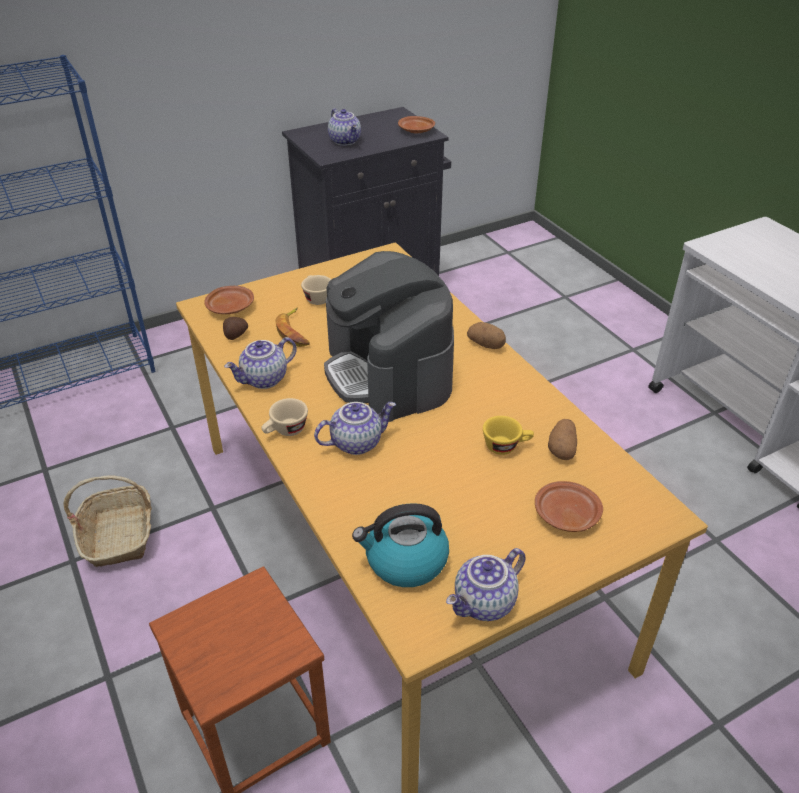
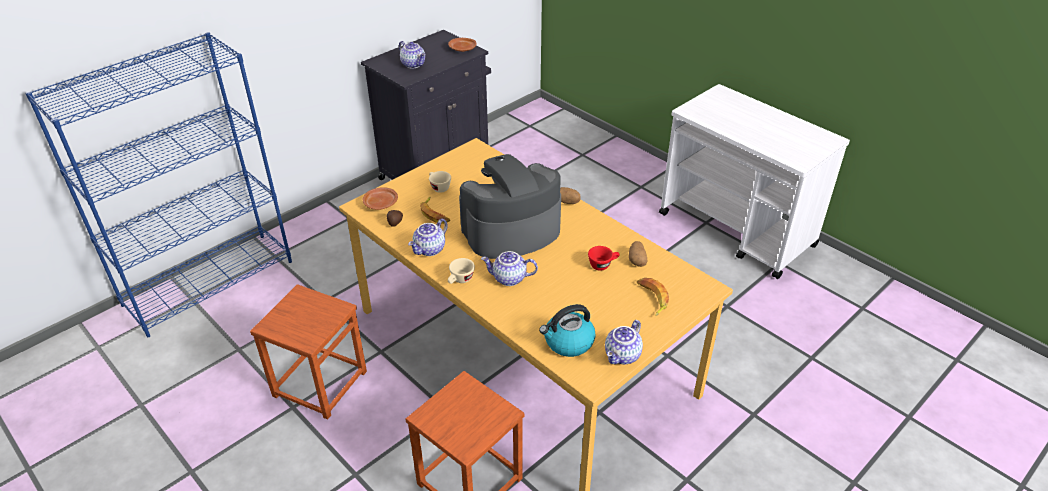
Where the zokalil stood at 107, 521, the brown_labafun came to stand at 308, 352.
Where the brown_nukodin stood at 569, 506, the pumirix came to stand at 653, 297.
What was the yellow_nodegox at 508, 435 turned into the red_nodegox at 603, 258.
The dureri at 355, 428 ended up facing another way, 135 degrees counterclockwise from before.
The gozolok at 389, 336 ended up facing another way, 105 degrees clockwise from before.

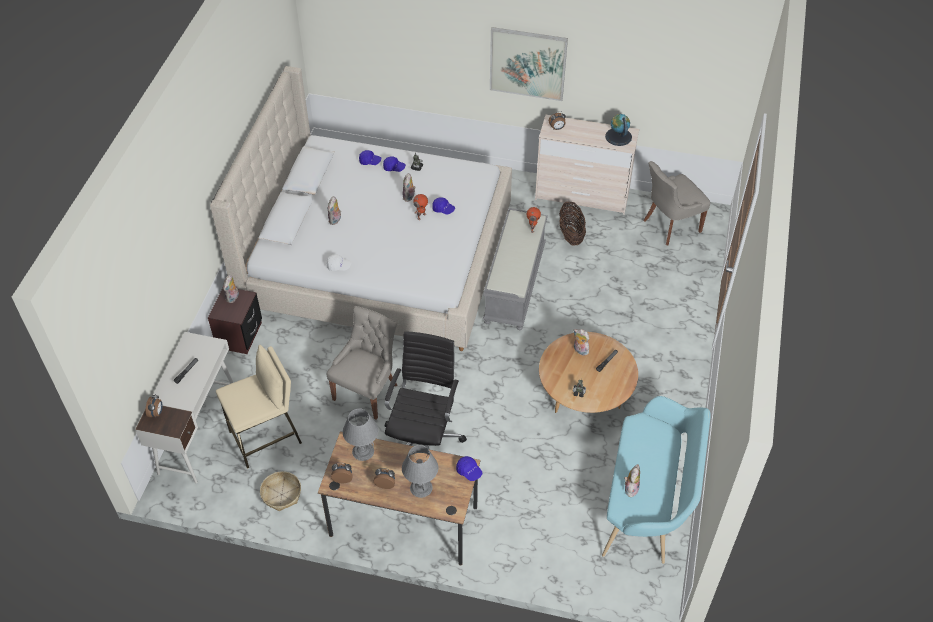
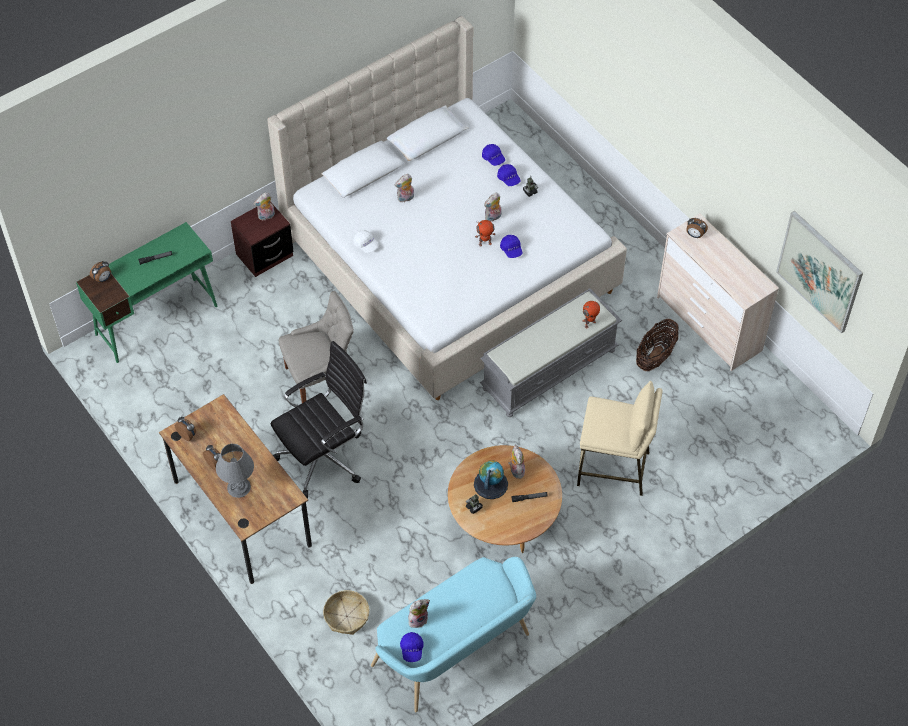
The second view lost the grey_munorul at 360, 435.
The second view lost the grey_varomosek at 677, 203.
The beige_labafun ended up elsewhere, having gone from 259, 407 to 620, 438.
The zokalil ended up elsewhere, having gone from 280, 491 to 346, 612.
The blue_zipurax ended up elsewhere, having gone from 469, 468 to 412, 647.
The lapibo ended up elsewhere, having gone from 529, 64 to 819, 272.
The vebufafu ended up elsewhere, having gone from 618, 130 to 491, 480.
What was the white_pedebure at 184, 407 turned into the green_pedebure at 146, 292.

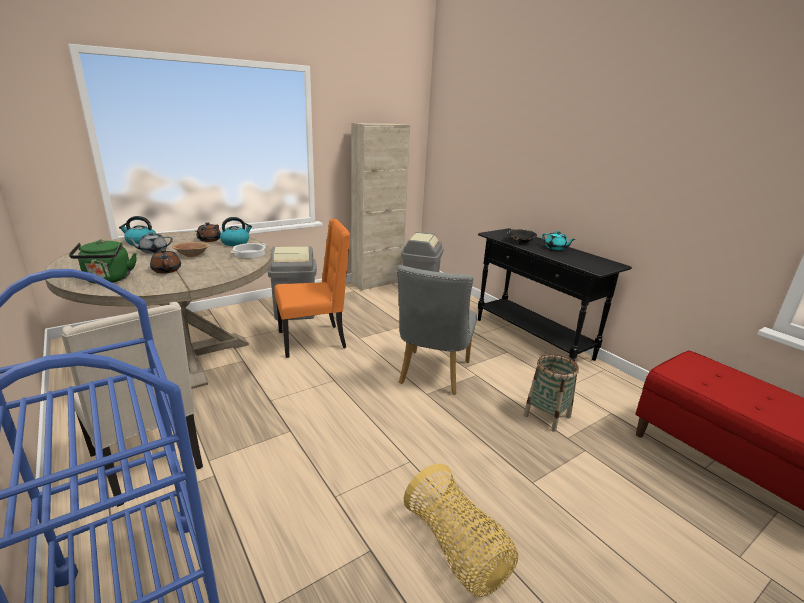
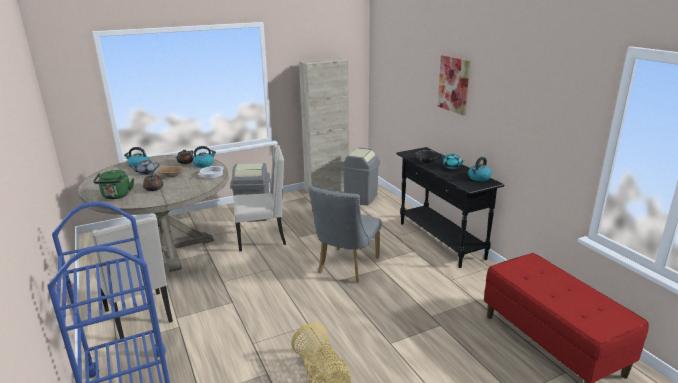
The second view lost the zokalil at 551, 393.
The second view gained the lapibo at 454, 85.
The second view gained the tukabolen at 480, 169.
What was the orange_varomosek at 312, 288 turned into the beige_varomosek at 260, 198.

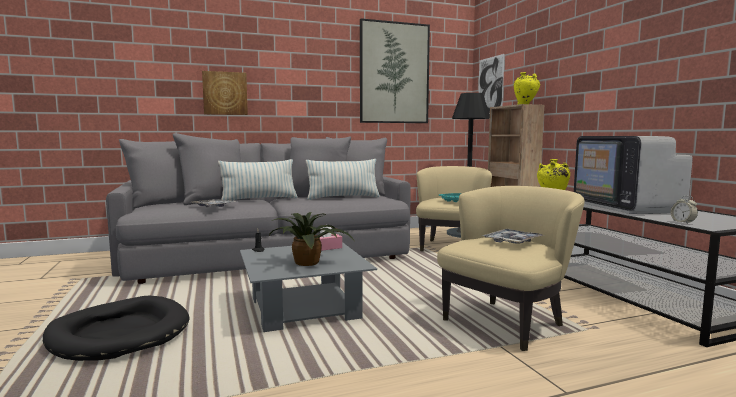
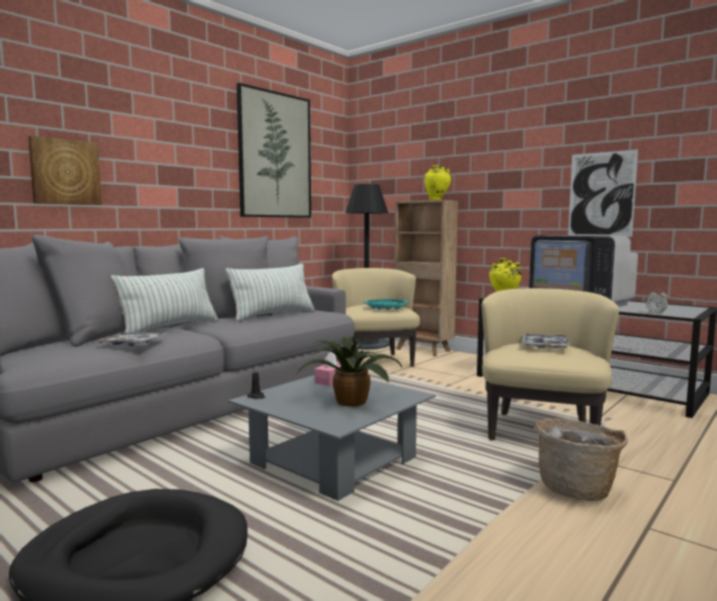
The second view gained the zokalil at 581, 460.
The lapibo ended up elsewhere, having gone from 491, 84 to 603, 193.

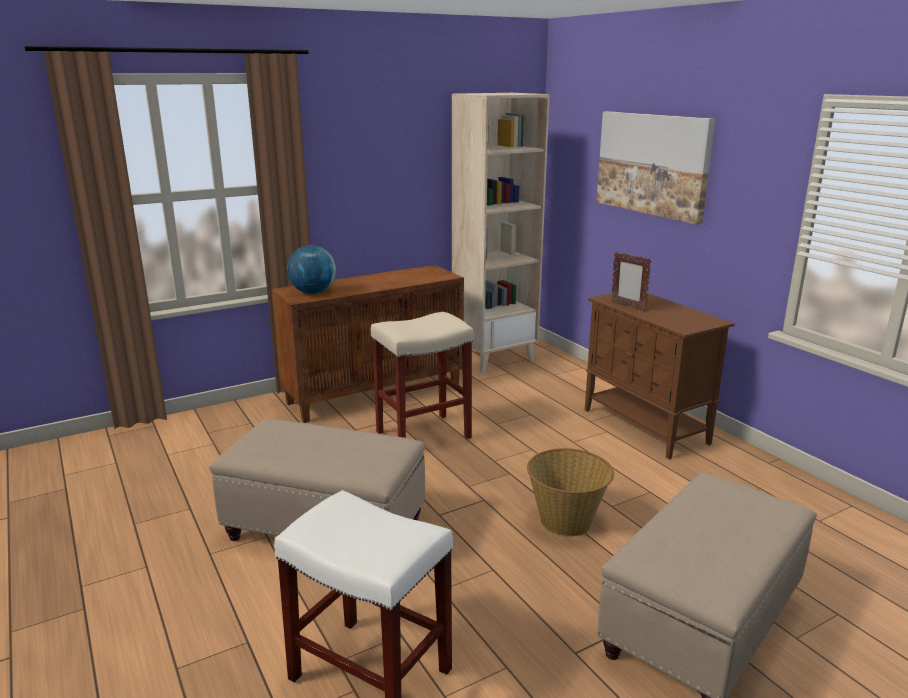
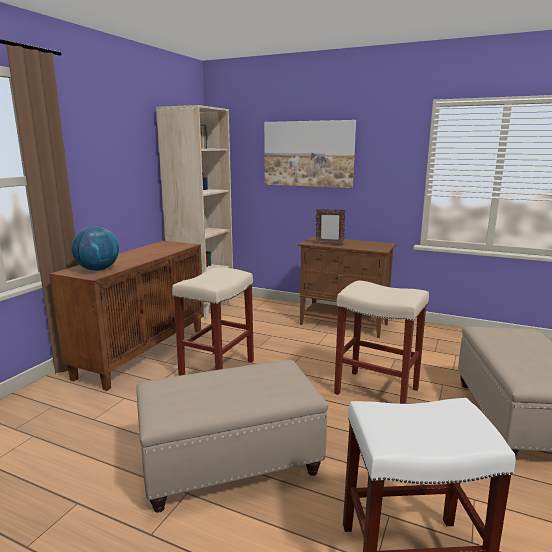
Where the zokalil stood at 570, 492, the beige_labafun came to stand at 381, 342.

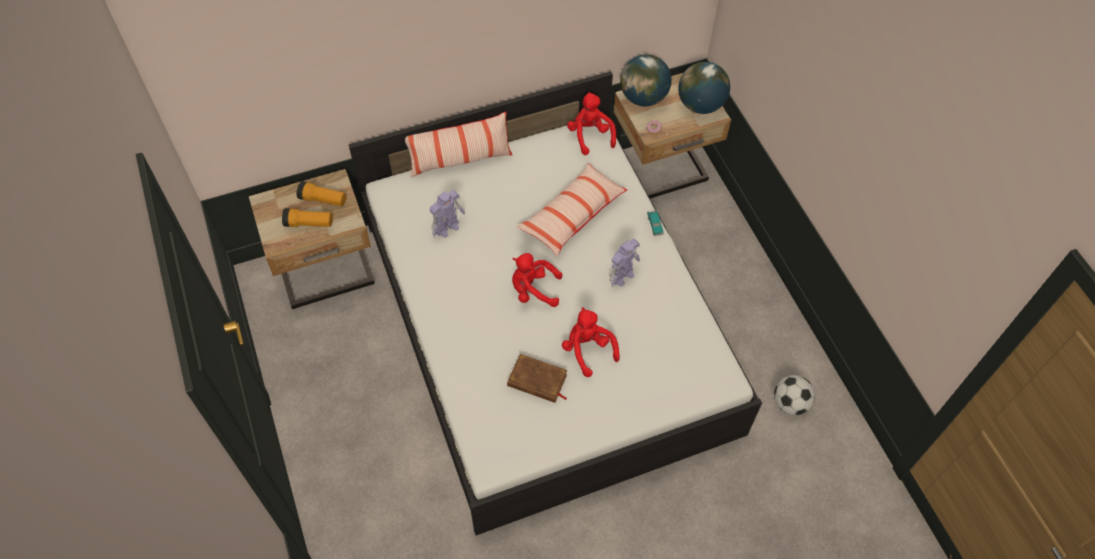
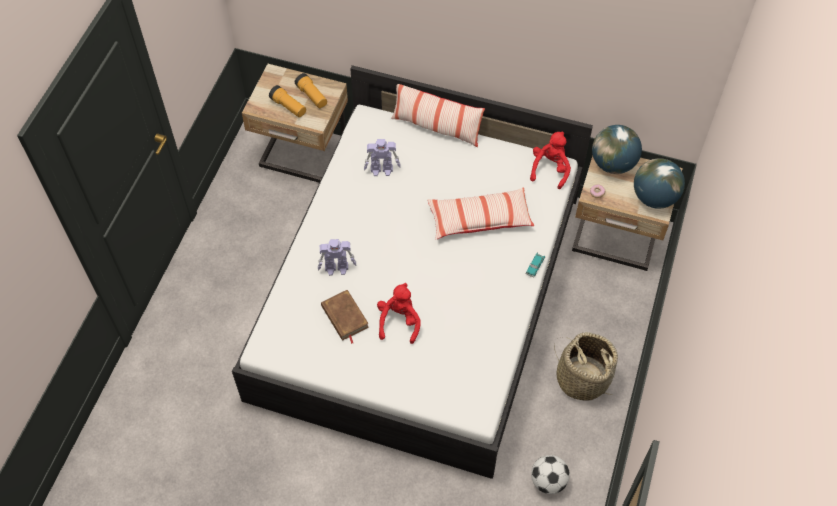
The second view lost the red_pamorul at 537, 280.
The second view gained the zokalil at 586, 366.
The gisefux ended up elsewhere, having gone from 625, 263 to 337, 257.

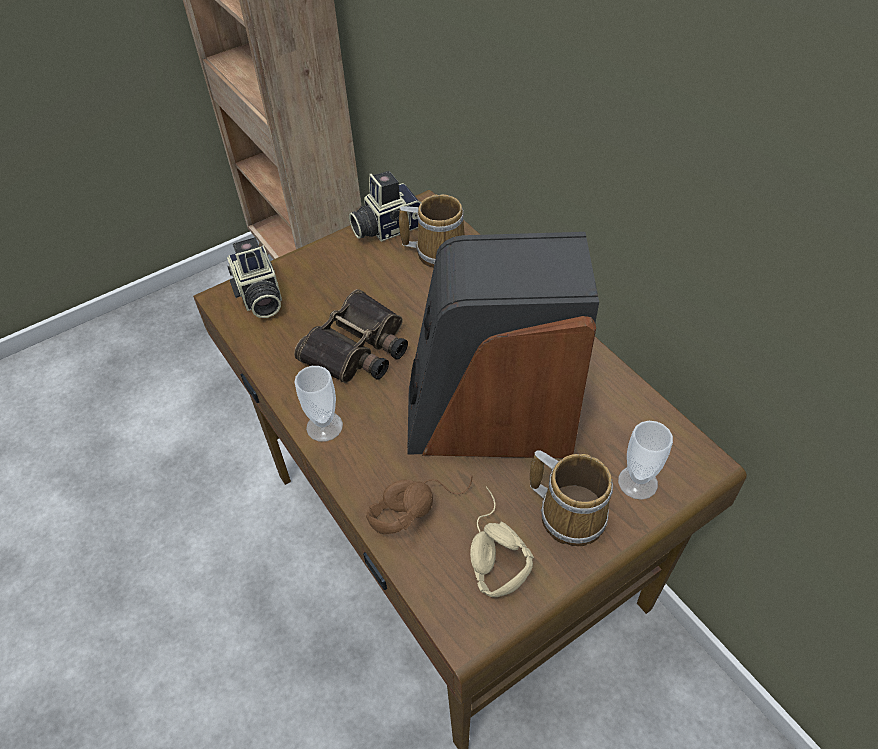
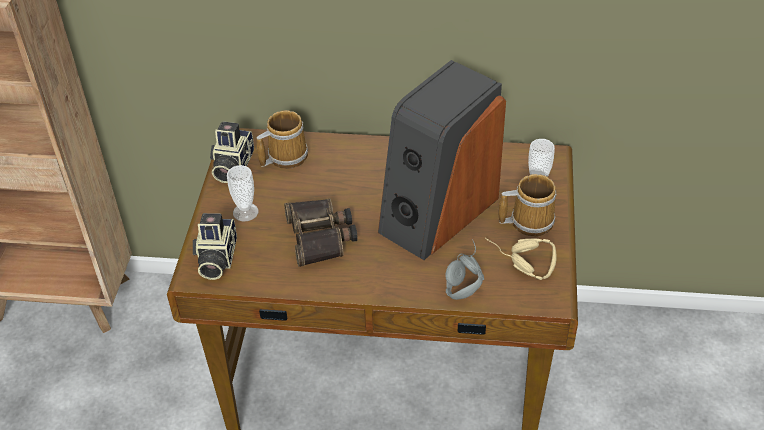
The nodegox ended up elsewhere, having gone from 318, 404 to 243, 193.
What was the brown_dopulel at 419, 504 turned into the grey_dopulel at 464, 269.
The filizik at 254, 277 ended up facing another way, 75 degrees clockwise from before.

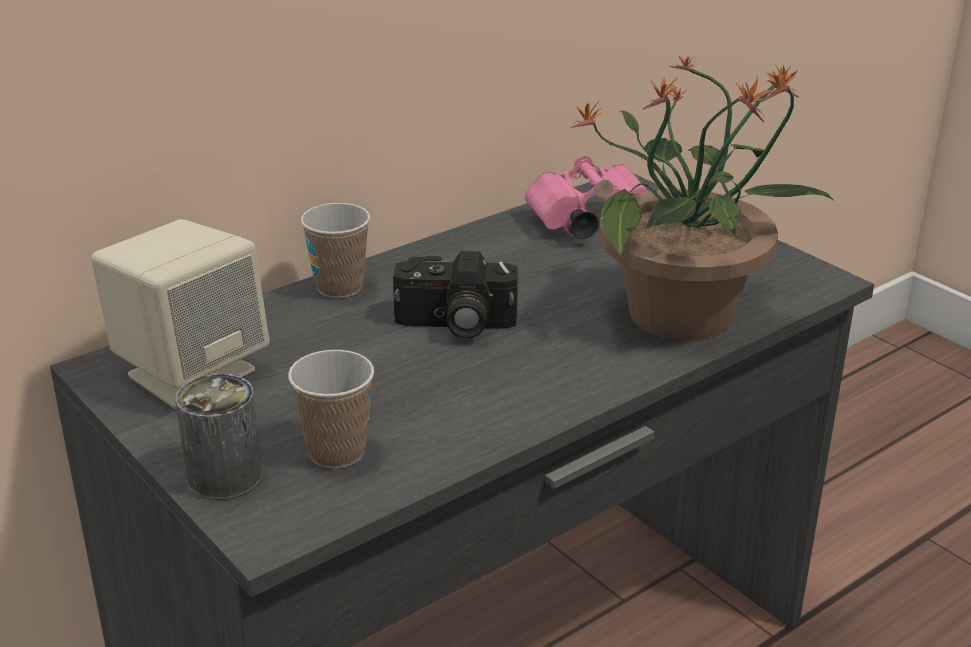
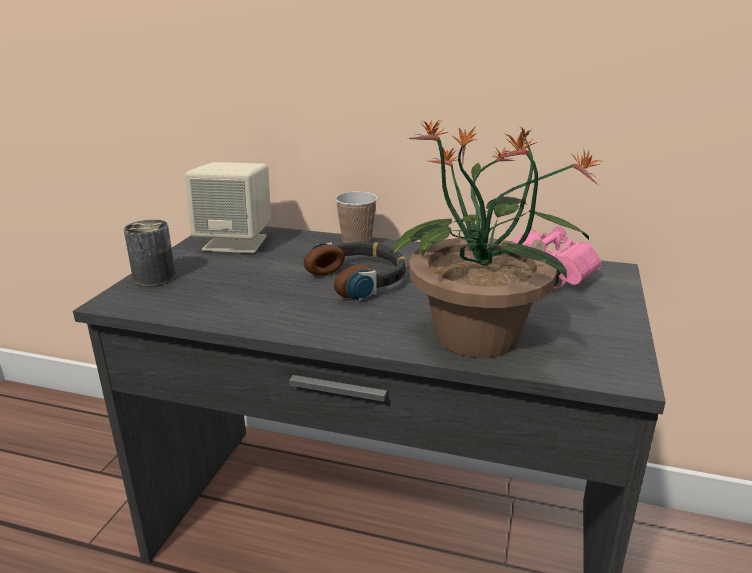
The second view lost the nodegox at 331, 409.
Where the filizik stood at 455, 295, the dopulel came to stand at 355, 271.

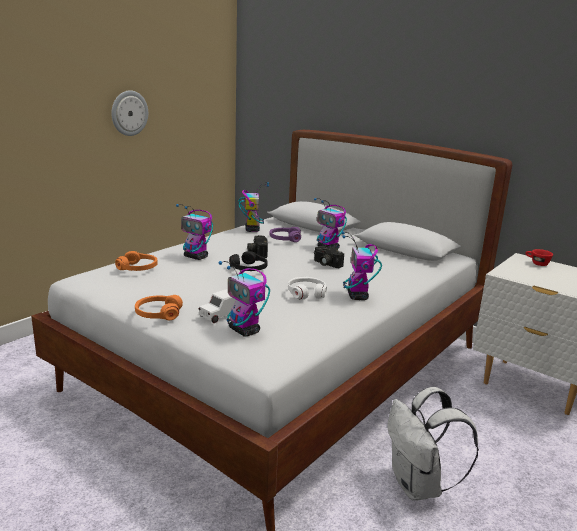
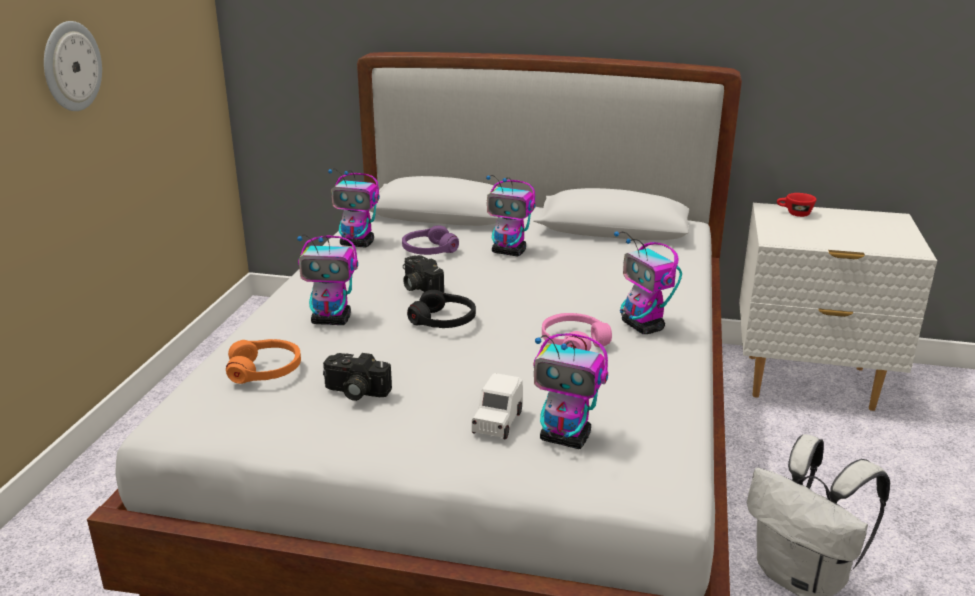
The second view lost the orange_dopulel at 159, 307.
The filizik ended up elsewhere, having gone from 329, 257 to 357, 377.
What was the white_dopulel at 307, 288 turned into the pink_dopulel at 577, 332.
The gisefux at 254, 207 ended up facing another way, 135 degrees clockwise from before.

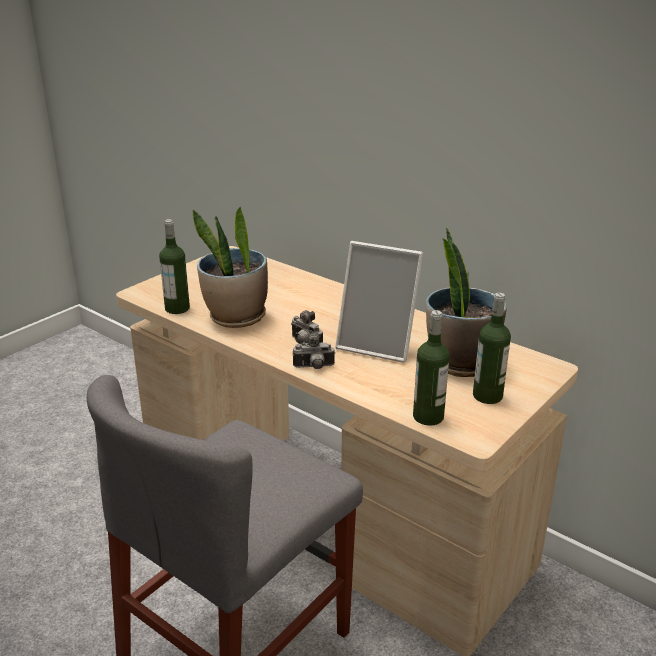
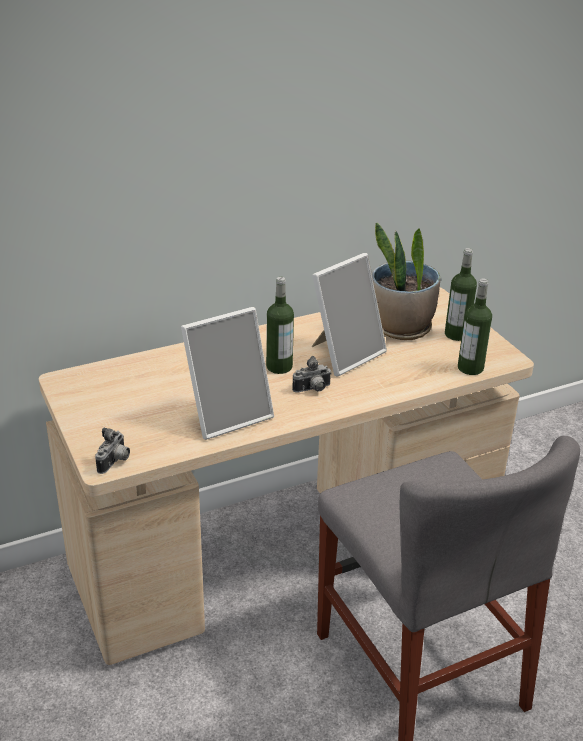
The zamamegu ended up elsewhere, having gone from 174, 266 to 280, 325.
The filizik ended up elsewhere, having gone from 314, 350 to 112, 450.
Where the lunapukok stood at 230, 267, the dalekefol came to stand at 227, 373.

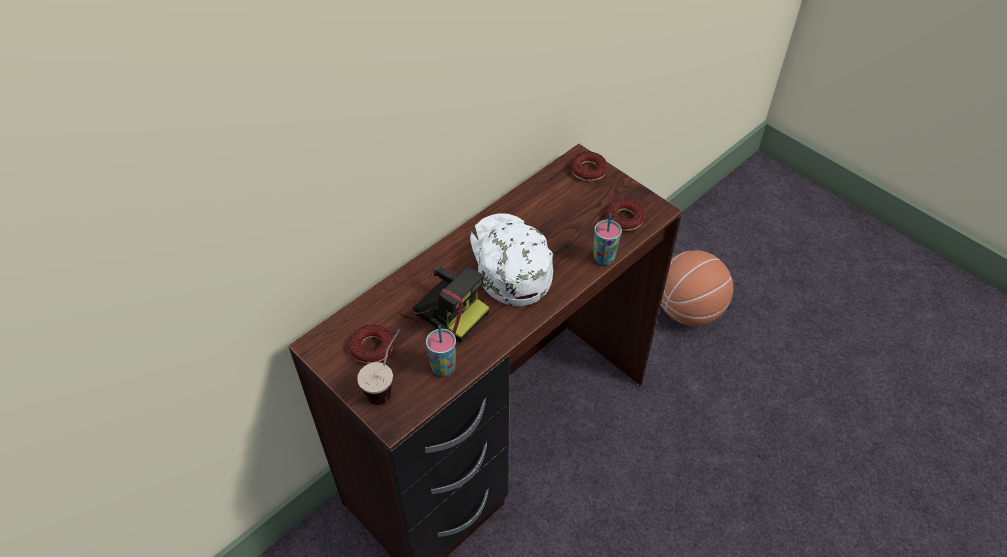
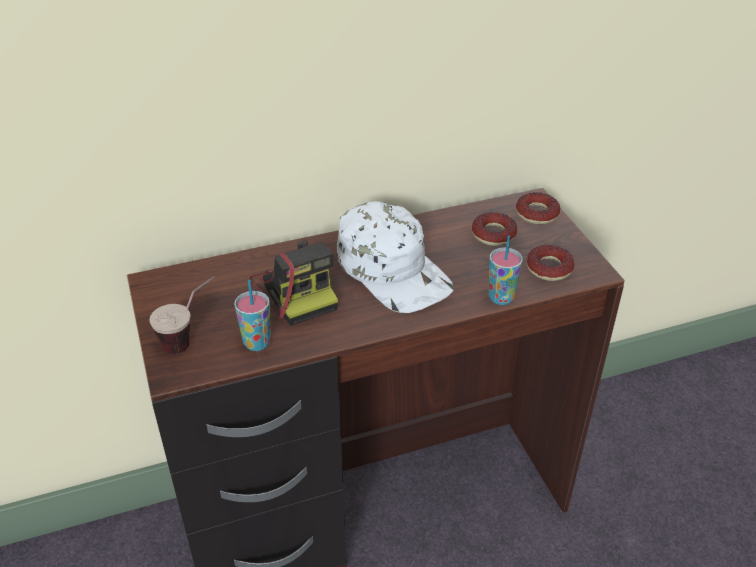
The second view lost the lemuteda at 697, 288.
The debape ended up elsewhere, having gone from 371, 344 to 494, 229.
The white_zipurax at 511, 259 ended up facing another way, 135 degrees clockwise from before.

